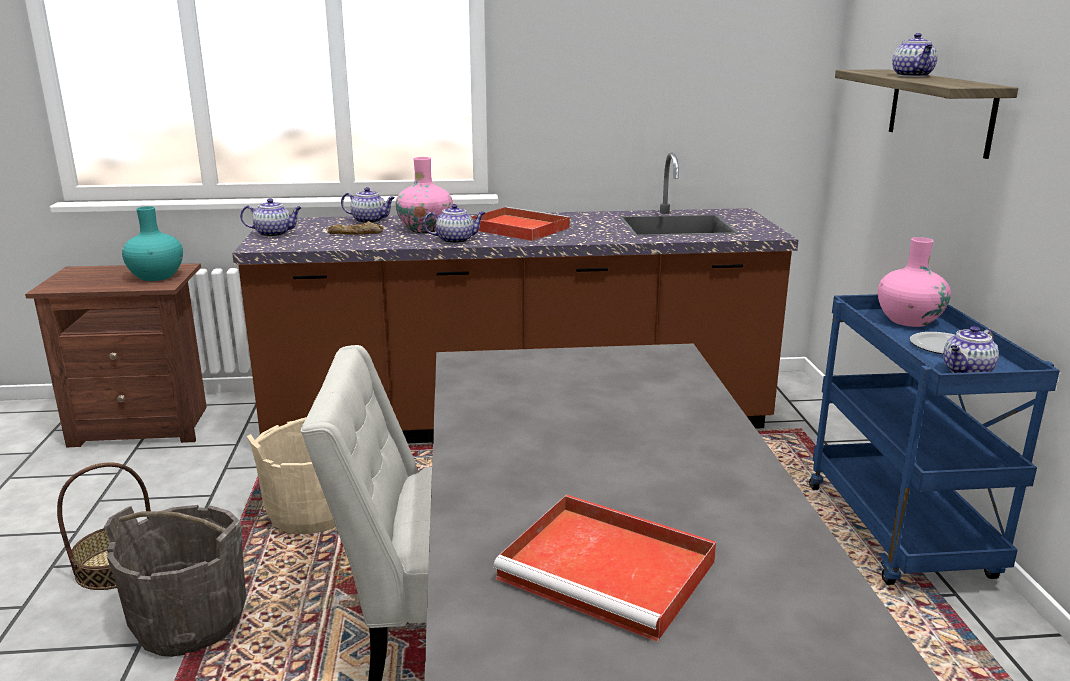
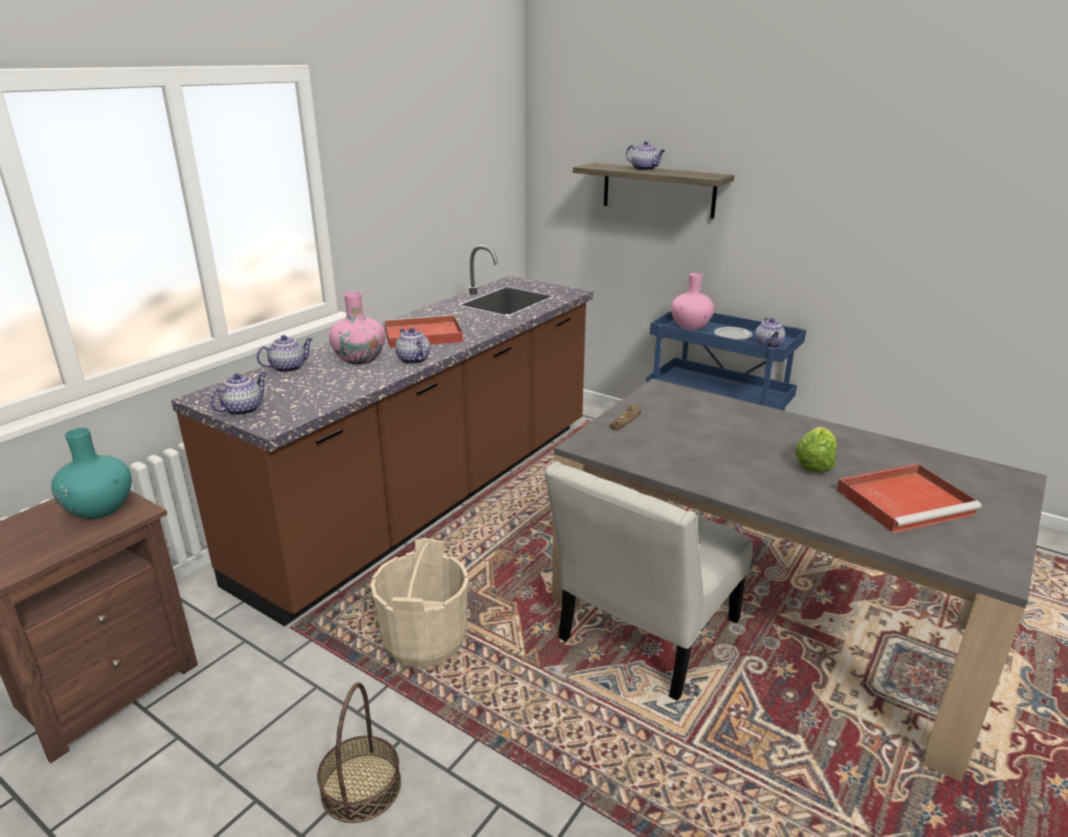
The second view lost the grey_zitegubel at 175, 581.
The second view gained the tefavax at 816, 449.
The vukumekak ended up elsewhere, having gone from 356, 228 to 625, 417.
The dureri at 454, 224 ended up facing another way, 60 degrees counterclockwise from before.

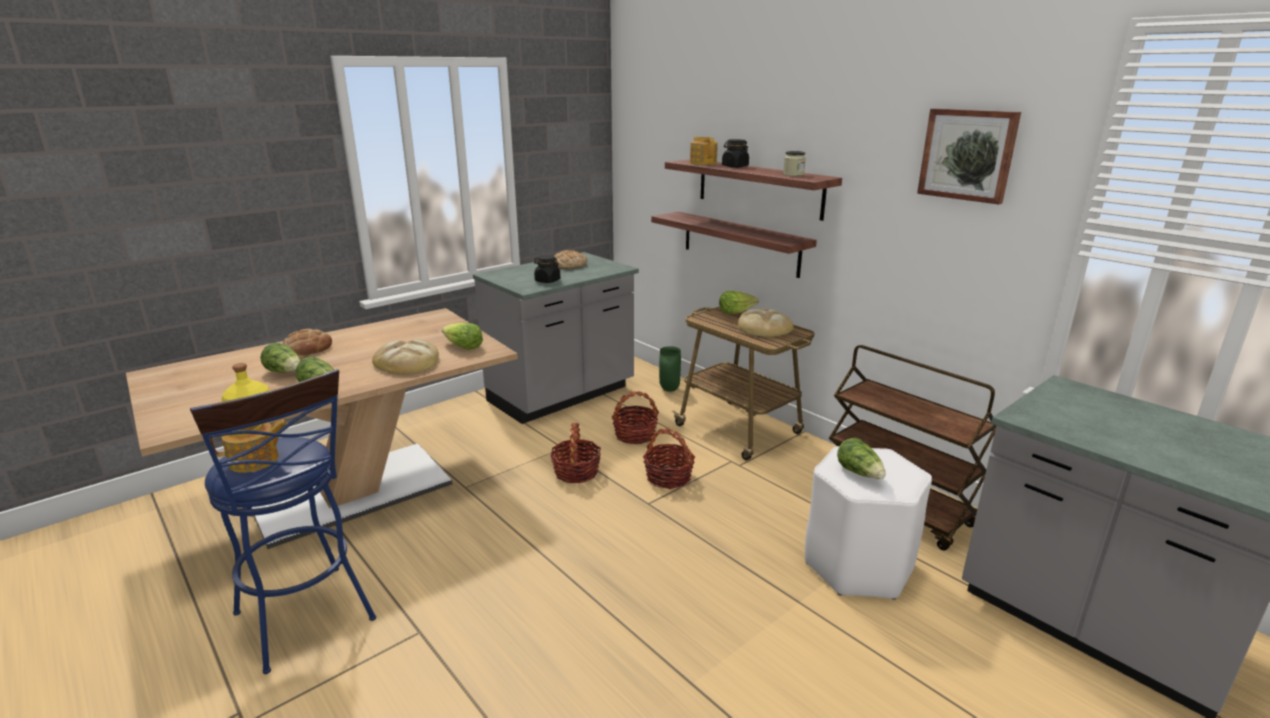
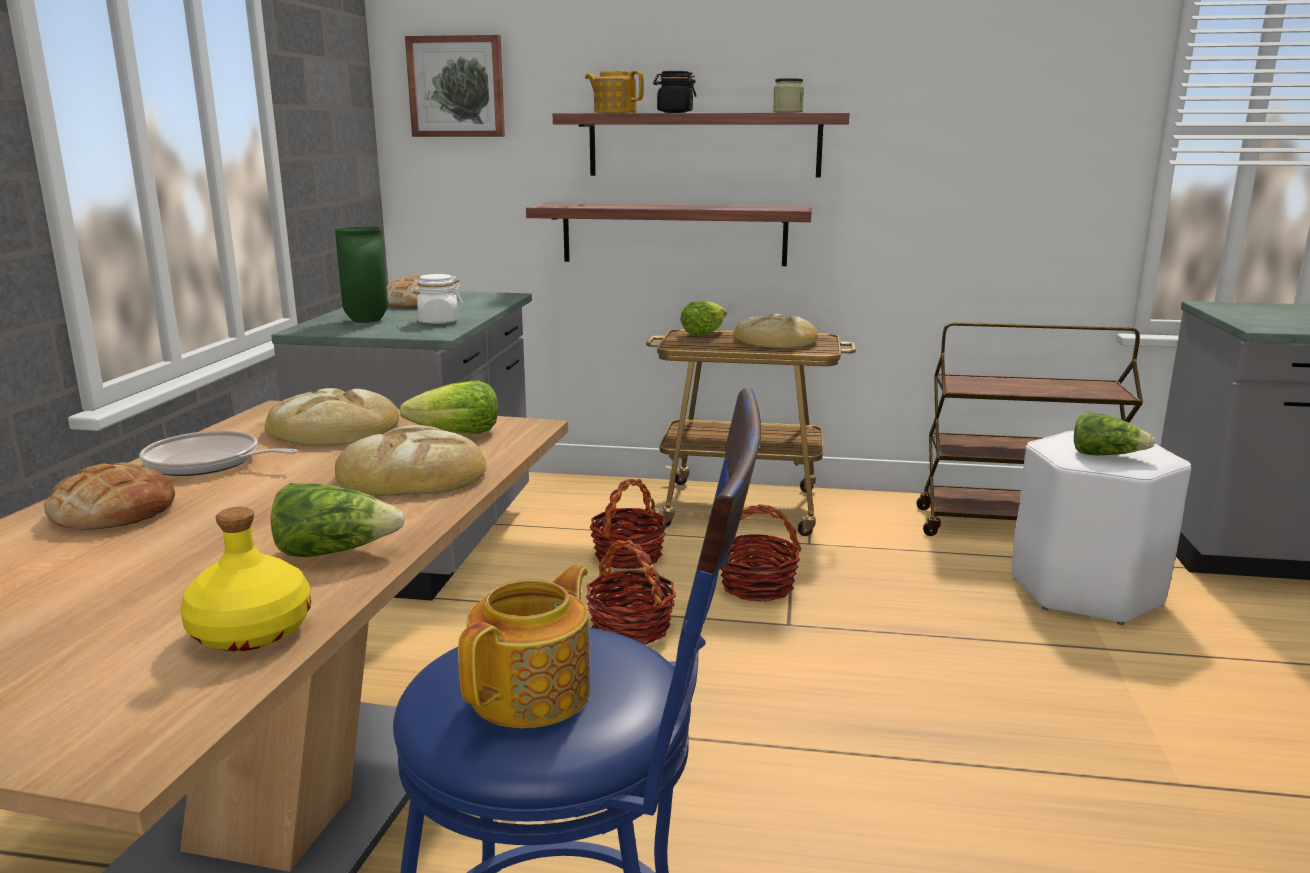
The second view lost the tefavax at 280, 358.
The second view gained the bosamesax at 219, 453.
The second view gained the vukumekak at 331, 417.
The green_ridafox ended up elsewhere, having gone from 670, 369 to 361, 275.
The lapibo ended up elsewhere, having gone from 969, 156 to 455, 86.
What was the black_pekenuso at 547, 269 turned into the white_pekenuso at 436, 299.

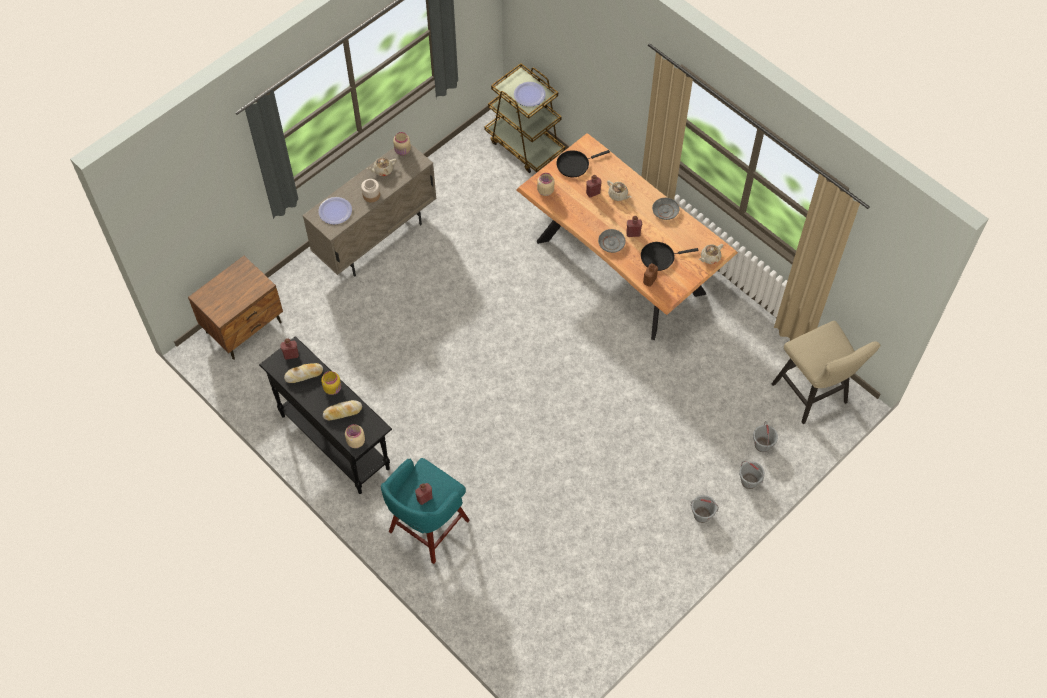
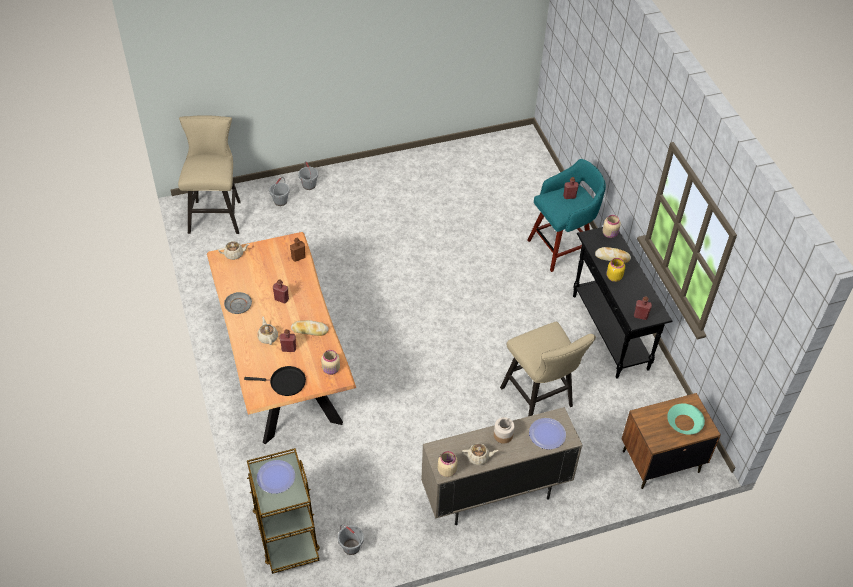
The second view lost the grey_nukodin at 611, 241.
The second view lost the black_bosamesax at 669, 256.
The second view gained the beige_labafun at 548, 369.
The second view gained the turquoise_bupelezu at 686, 419.
The vukumekak ended up elsewhere, having gone from 303, 373 to 310, 328.
The grey_zitegubel ended up elsewhere, having gone from 704, 509 to 351, 540.

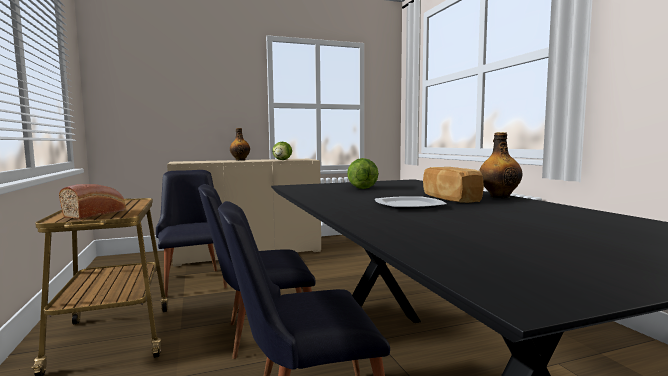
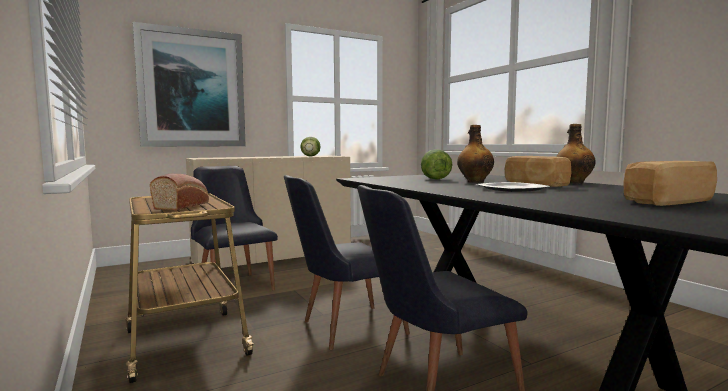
The second view gained the lapibo at 189, 84.
The second view gained the vukumekak at 670, 183.
The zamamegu ended up elsewhere, having gone from 240, 144 to 475, 154.

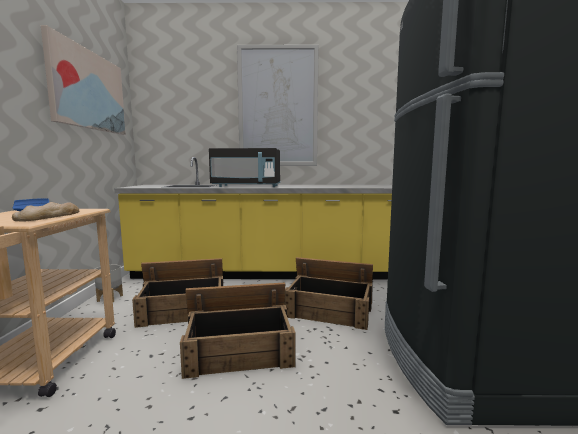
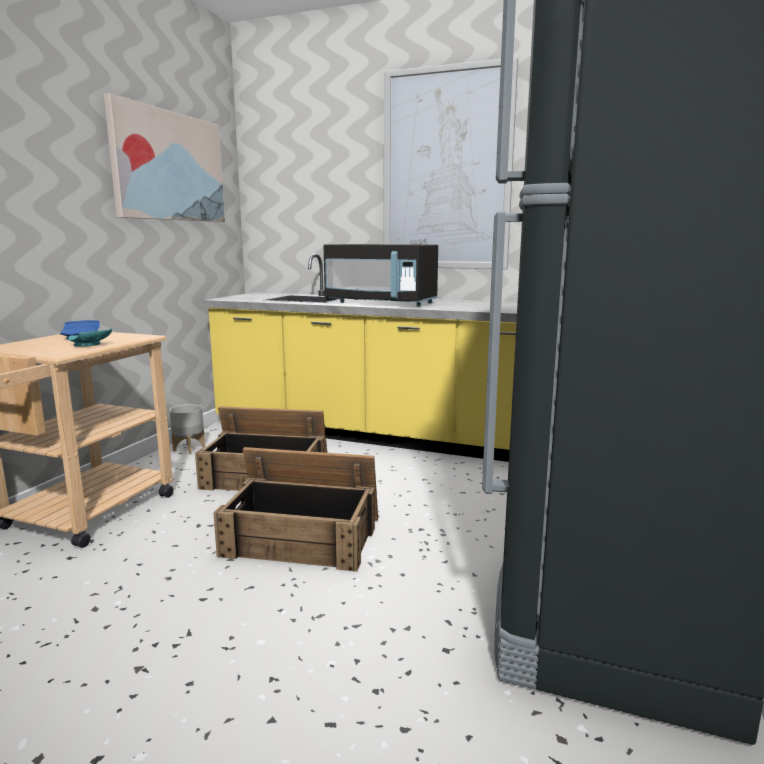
The second view lost the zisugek at 329, 293.
Where the vukumekak stood at 45, 211, the turquoise_nukodin came to stand at 90, 337.

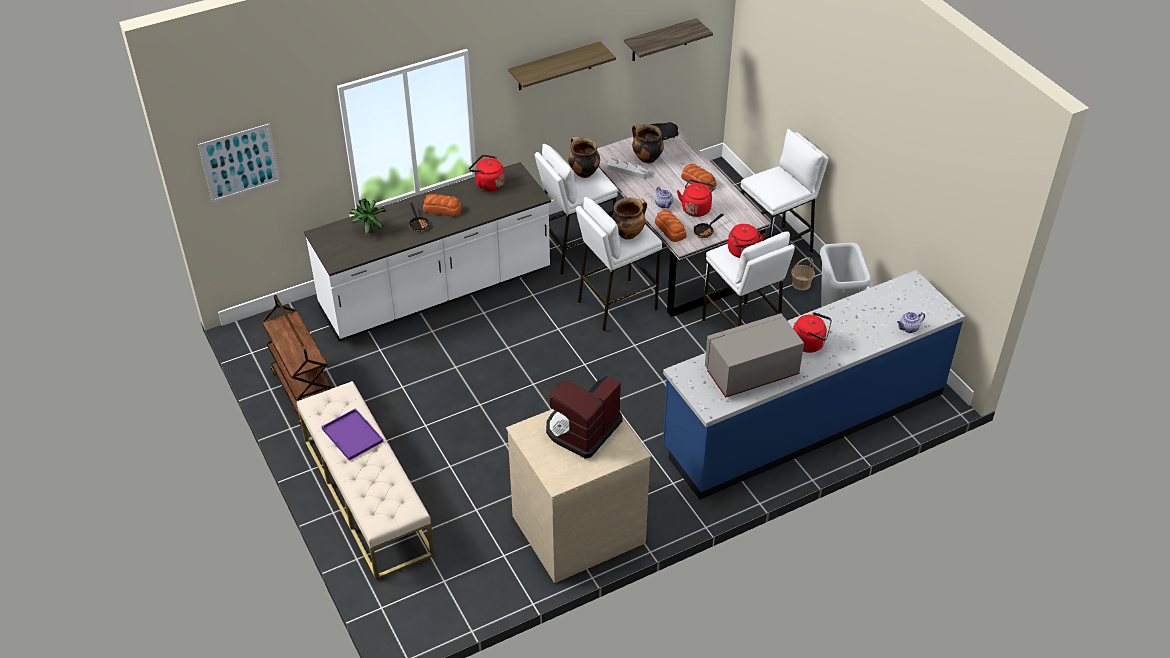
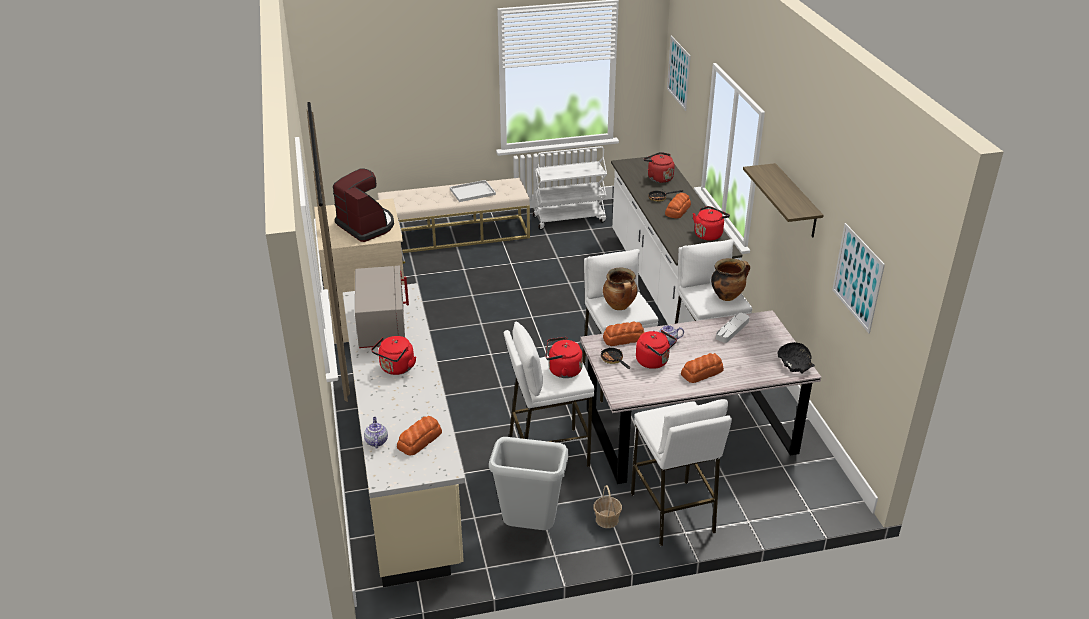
The second view lost the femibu at 648, 143.
The second view gained the vukumekak at 419, 436.
Where the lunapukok stood at 368, 216, the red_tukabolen came to stand at 659, 167.
Where the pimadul hung at 668, 39, the lapibo came to hang at 858, 278.
What was the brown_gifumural at 296, 360 turned into the white_gifumural at 570, 188.
What was the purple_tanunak at 352, 434 turned into the white_tanunak at 473, 191.
What was the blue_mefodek at 814, 385 turned into the beige_mefodek at 404, 435.

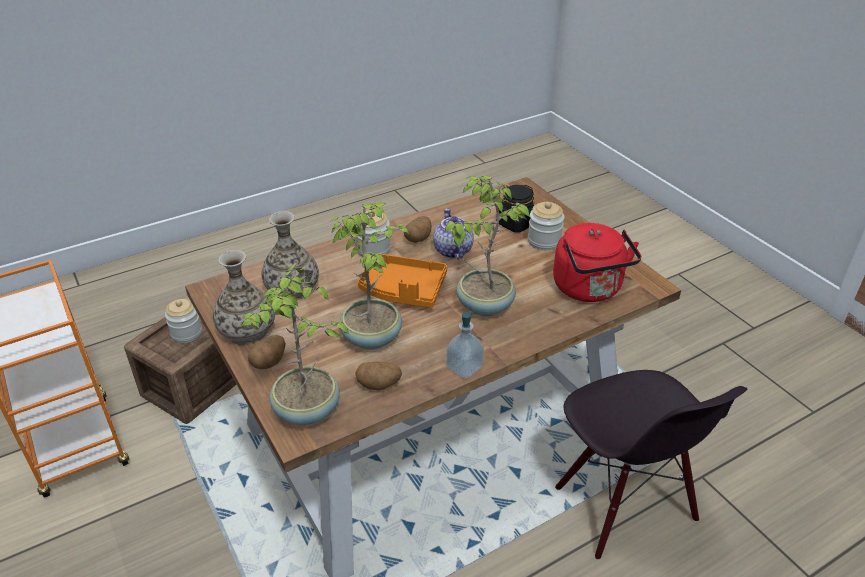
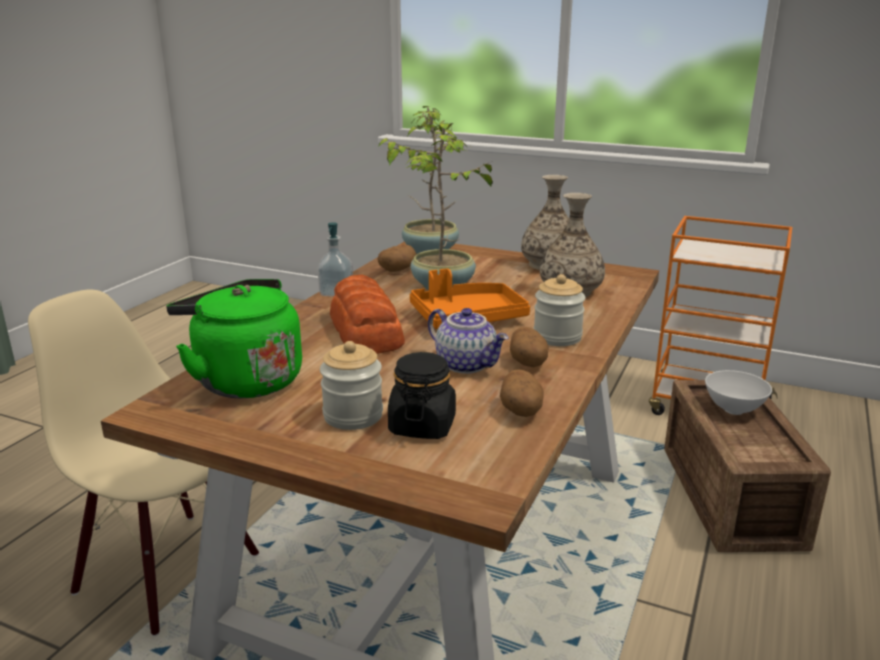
The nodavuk ended up elsewhere, having gone from 266, 352 to 522, 393.
Where the pekenuso stood at 183, 321, the white_bupelezu came to stand at 738, 392.
Where the lunapukok stood at 488, 246, the vukumekak came to stand at 367, 314.
What was the red_tukabolen at 597, 262 turned into the green_tukabolen at 234, 338.
What was the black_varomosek at 651, 465 turned into the beige_varomosek at 143, 463.

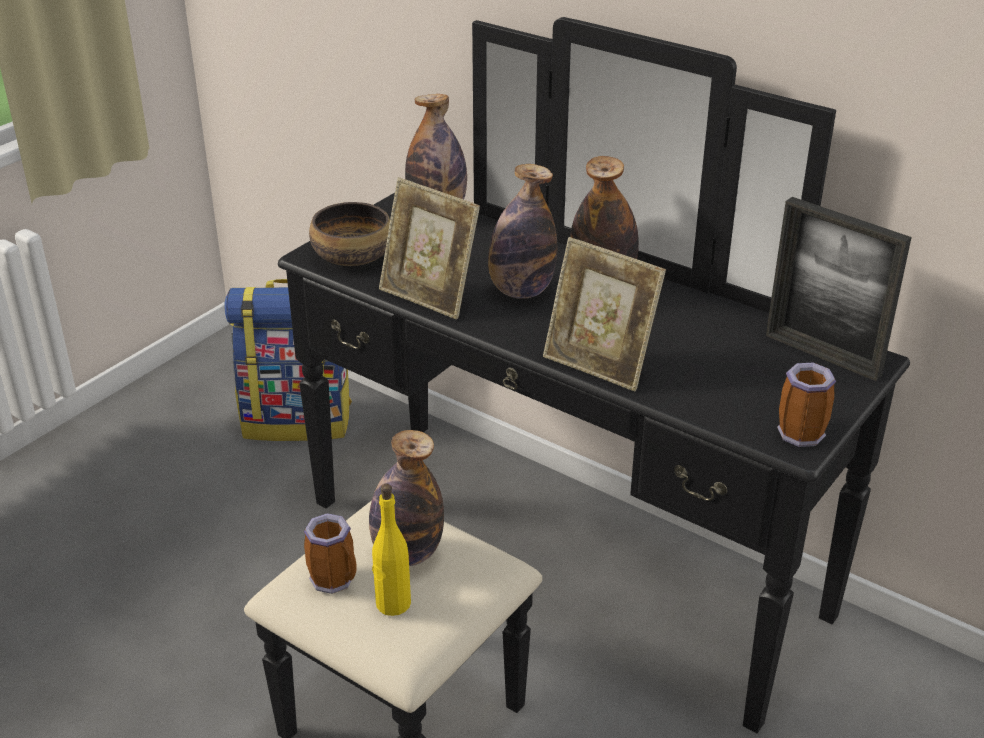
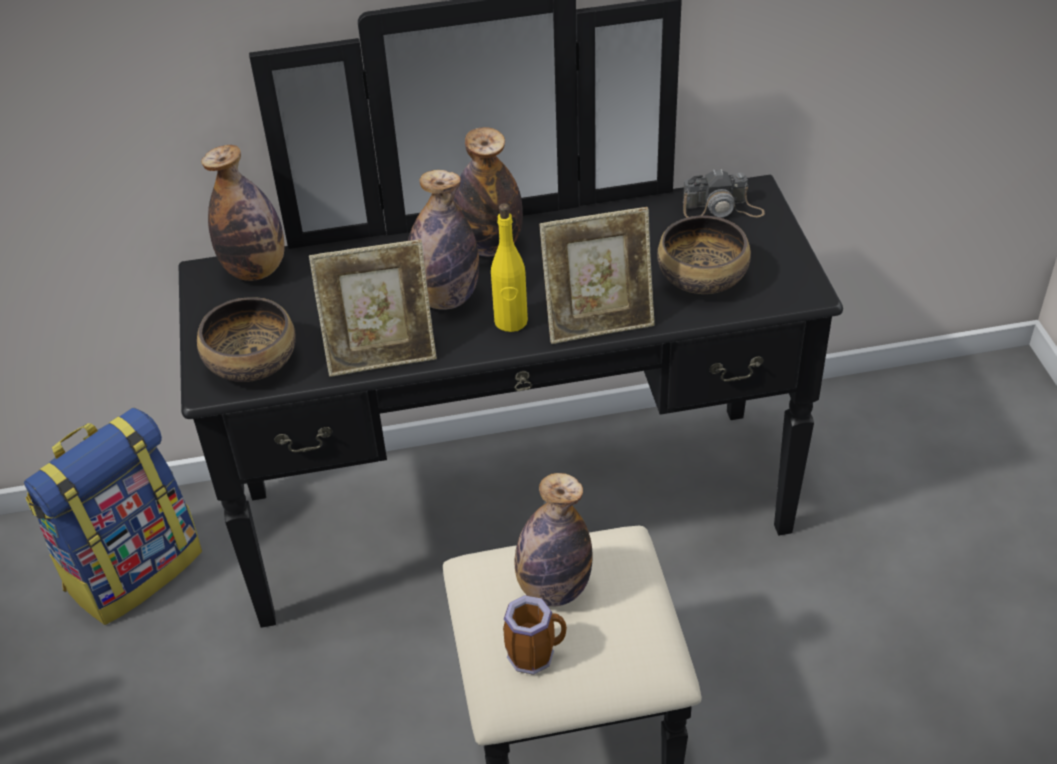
The second view lost the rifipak at 806, 404.
The second view gained the bupelezu at 704, 254.
The yellow_zamamegu ended up elsewhere, having gone from 391, 549 to 509, 267.
Where the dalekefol stood at 839, 289, the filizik came to stand at 724, 193.

